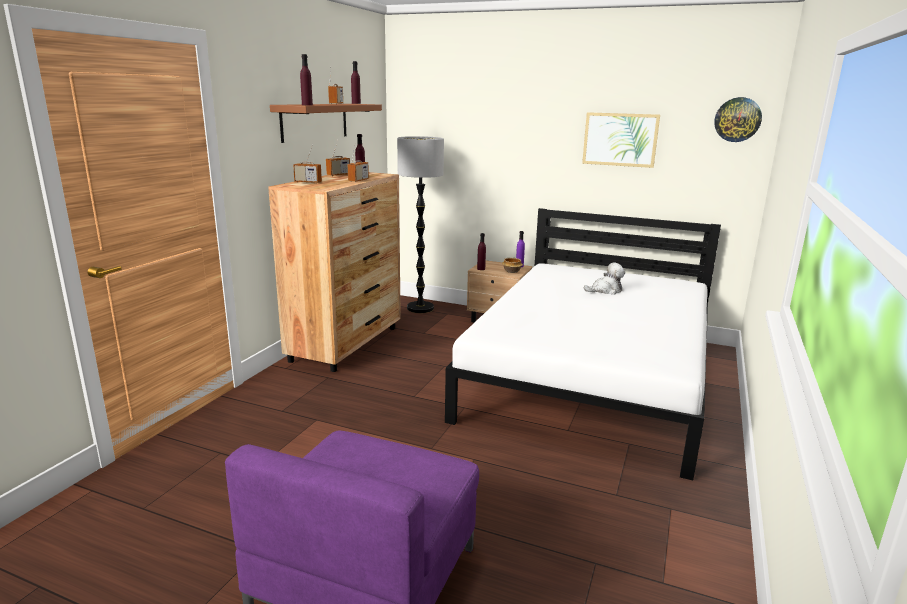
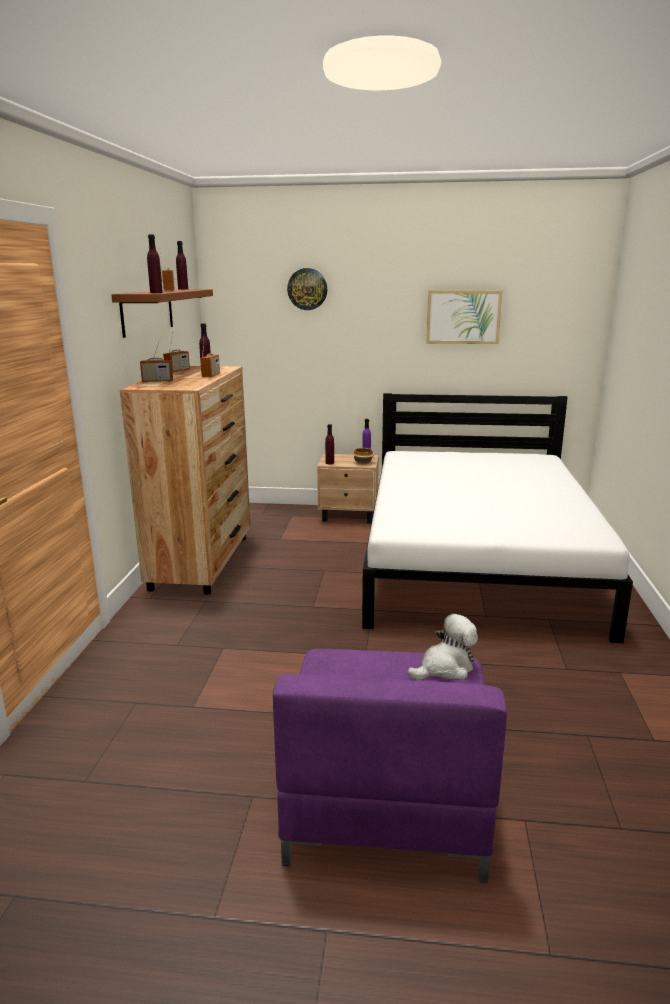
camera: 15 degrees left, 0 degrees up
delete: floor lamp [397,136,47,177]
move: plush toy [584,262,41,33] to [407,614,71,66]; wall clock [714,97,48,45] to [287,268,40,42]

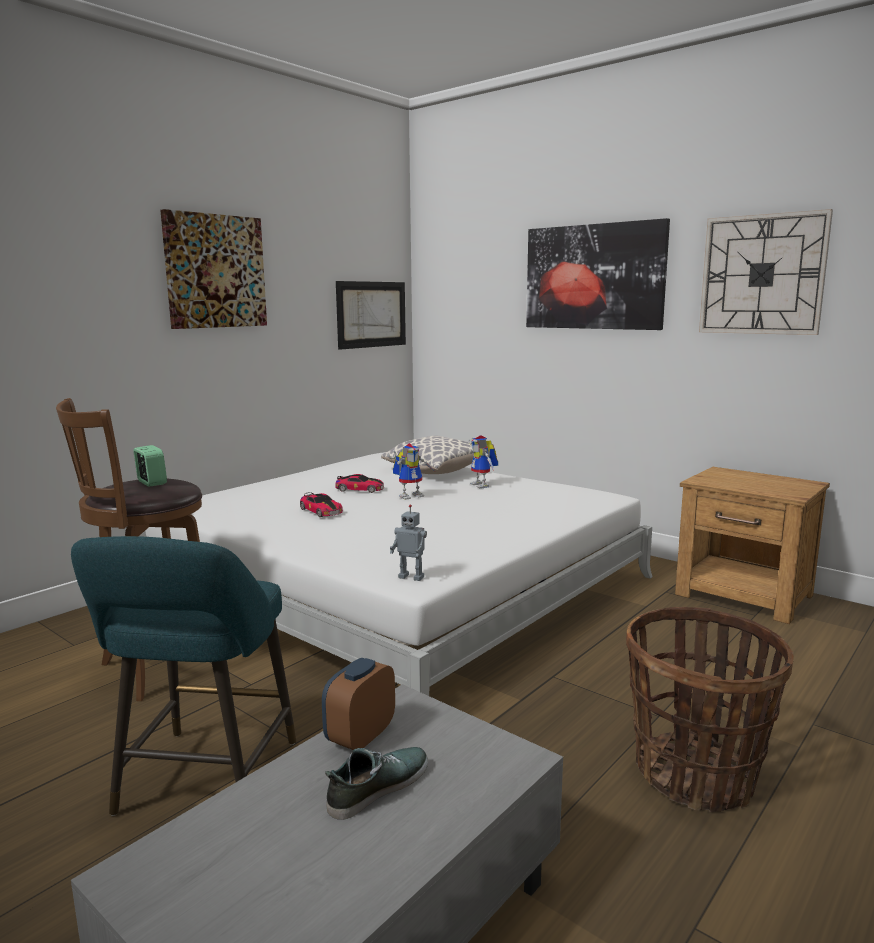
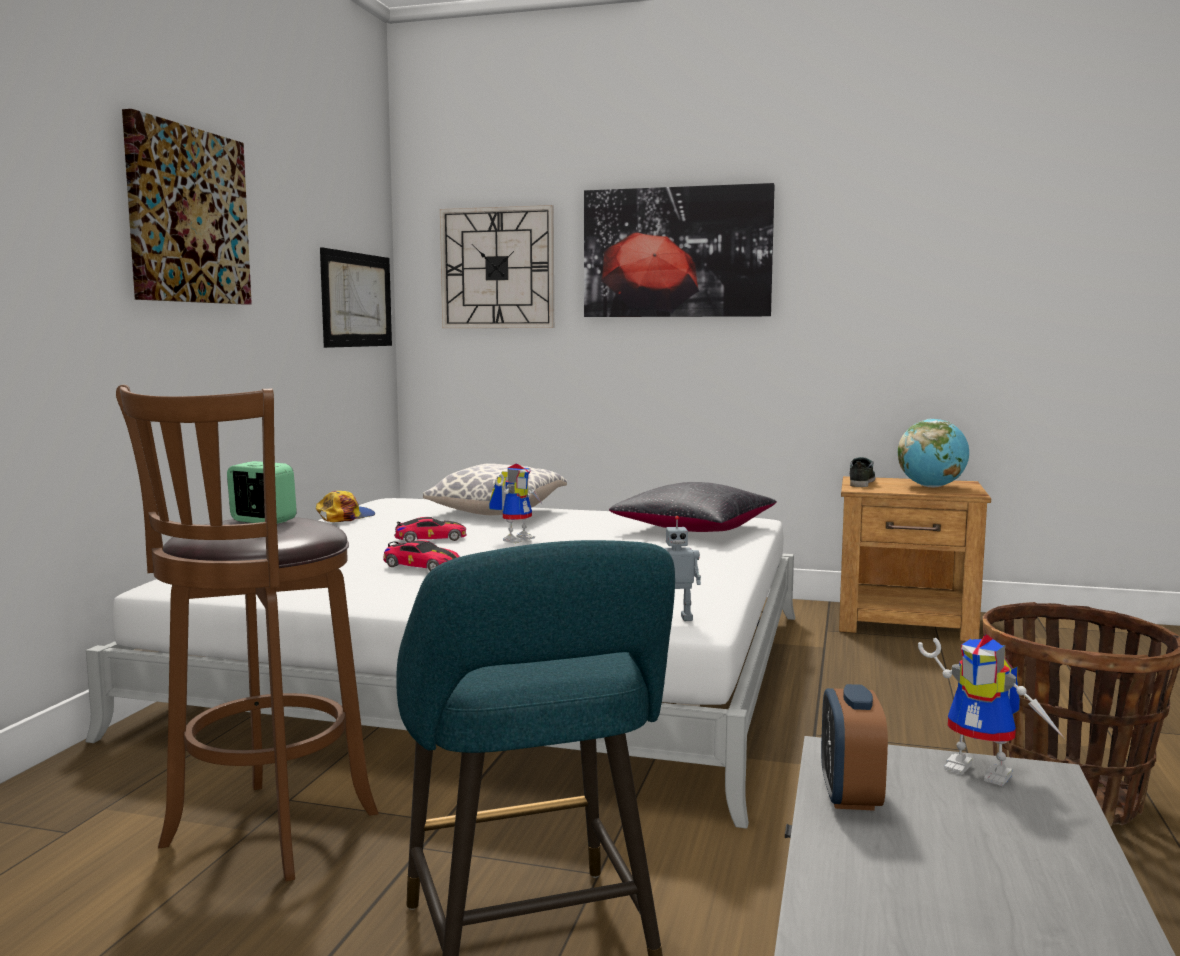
camera: 25 degrees left, 5 degrees down
insert: cap [316,491,59,31]; black pillow [609,482,168,50]; globe [898,419,71,68]
move: shoe [325,747,103,73] to [850,457,25,30]; toy robot [468,436,30,53] to [918,634,147,152]; wall clock [699,209,134,126] to [440,205,114,123]

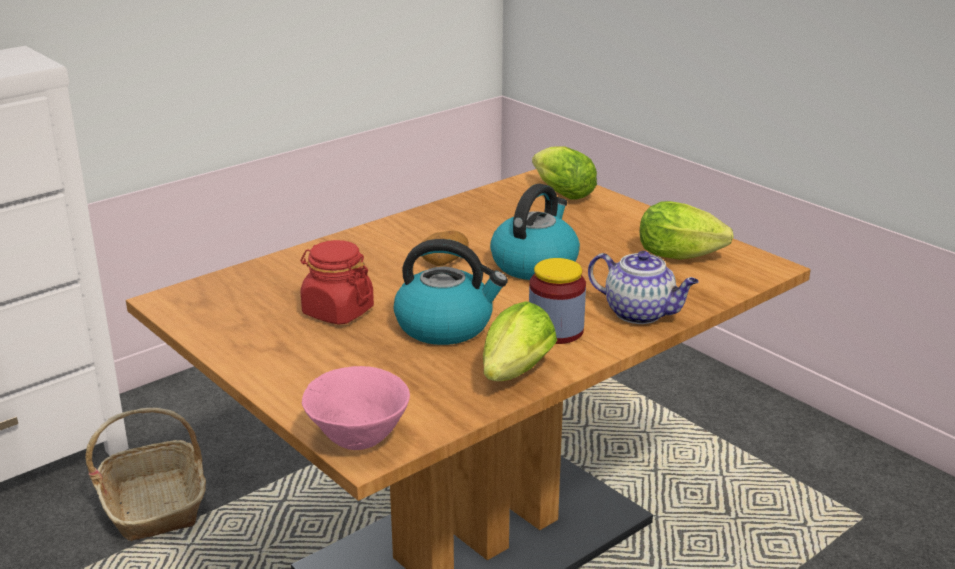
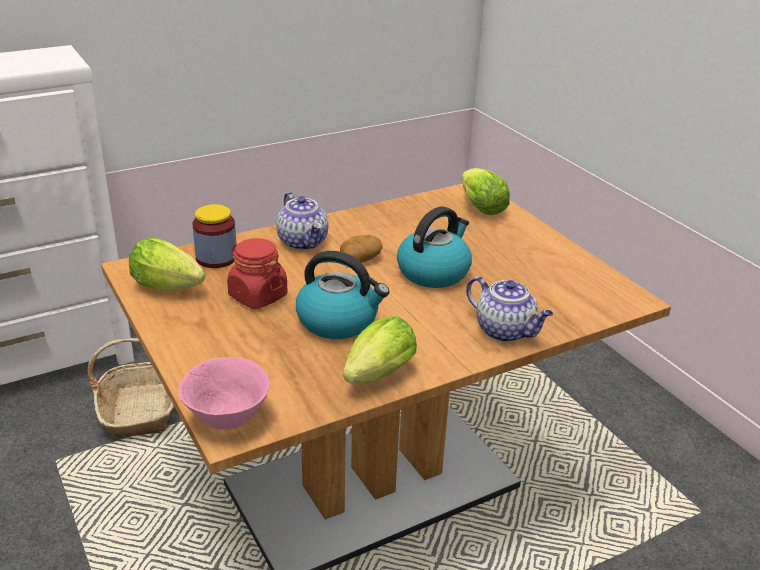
camera: 10 degrees right, 5 degrees up
insert: teapot [276,192,52,58]
move: jar [529,258,57,86] to [193,204,44,64]; lettuce [640,201,94,59] to [129,237,77,54]

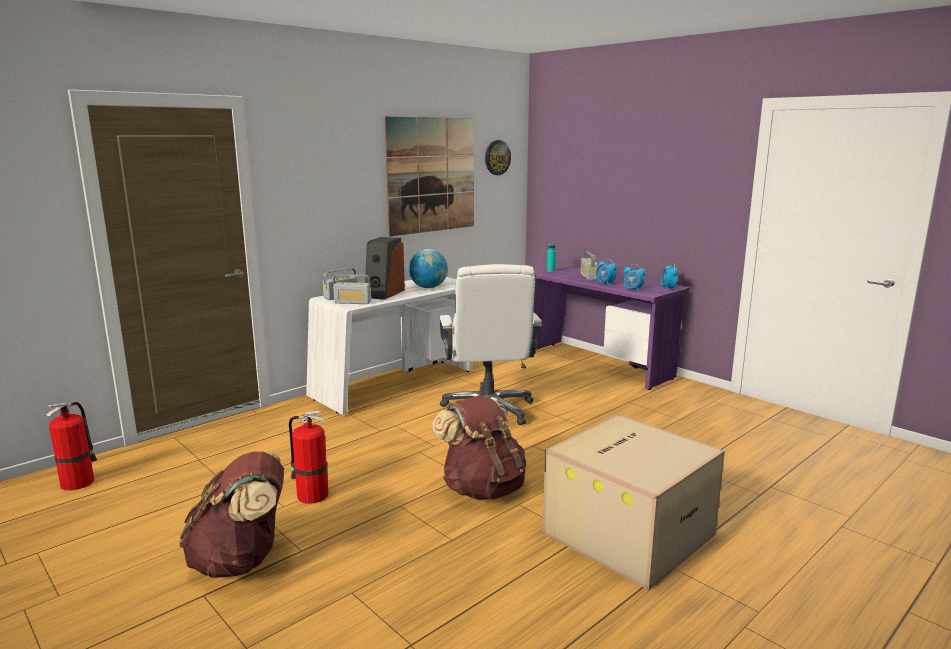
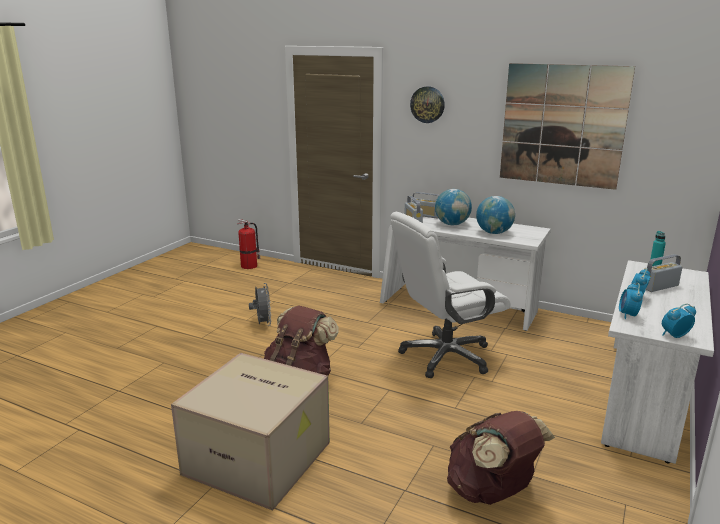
camera: 70 degrees right, 5 degrees up
move: brown backpack [179,451,105,127] to [447,411,108,94]; wall clock [485,140,26,35] to [410,86,35,37]
replace: fire extinguisher [289,410,40,94] to grey fan [249,283,22,43]; speaker [365,237,40,63] to globe [435,189,37,36]
recolor: purple desk [533,266,157,124] to white desk [601,260,113,204]

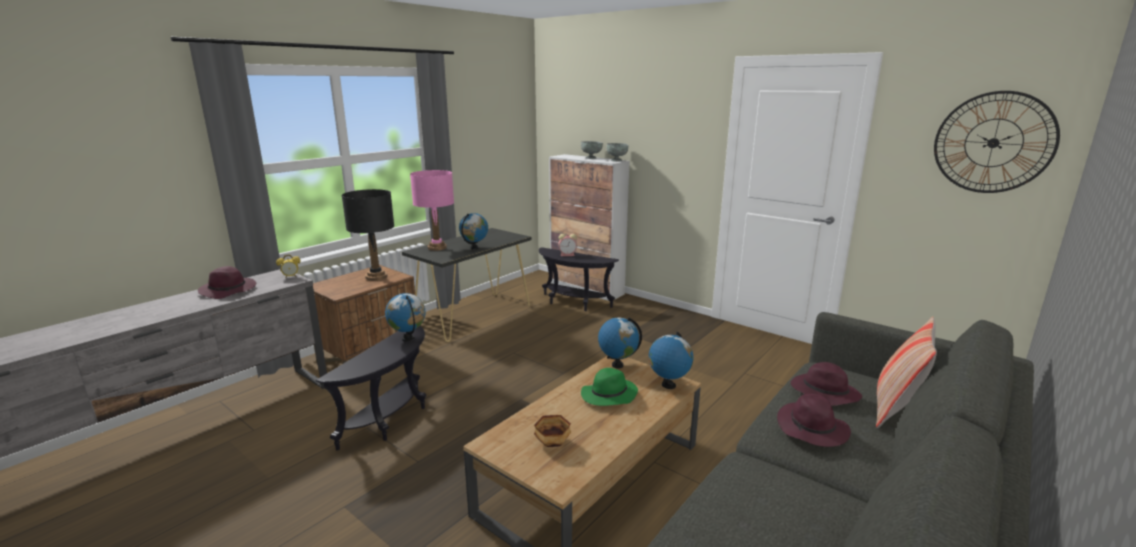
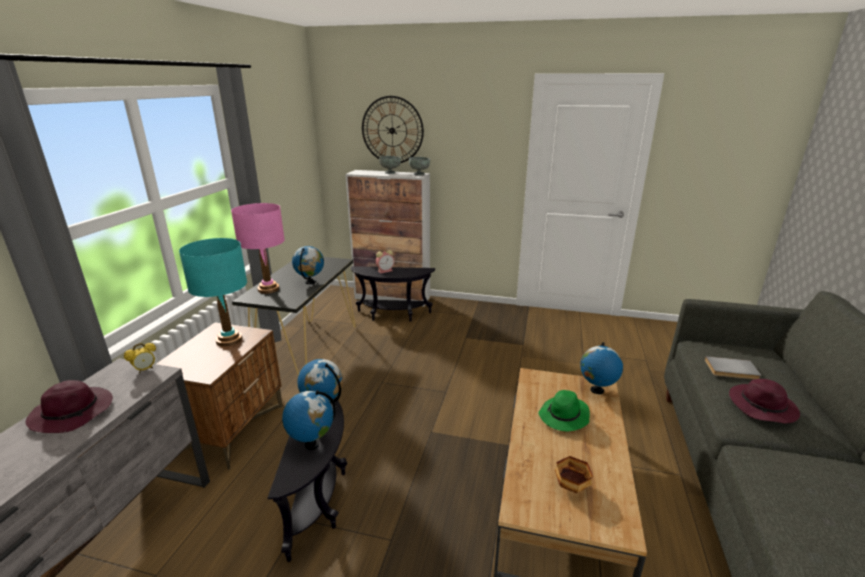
camera: 25 degrees left, 5 degrees up
delete: pillow [876,316,61,112]
move: globe [598,317,44,52] to [282,390,54,60]; wall clock [934,91,126,102] to [362,96,62,67]
replace: purple hat [791,362,71,44] to grey book [705,356,56,24]
recolor: black table lamp [342,189,52,92] to turquoise table lamp [179,238,68,109]

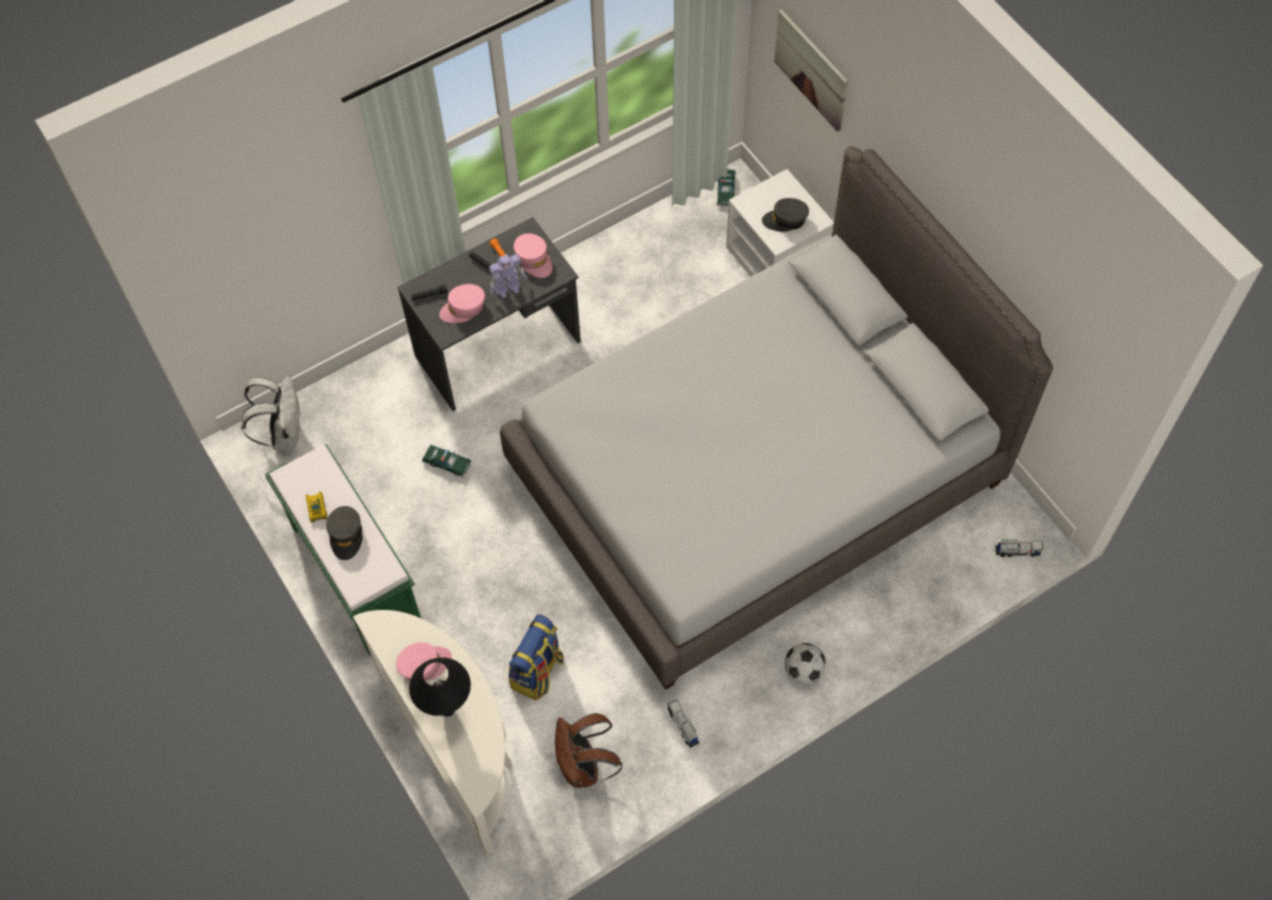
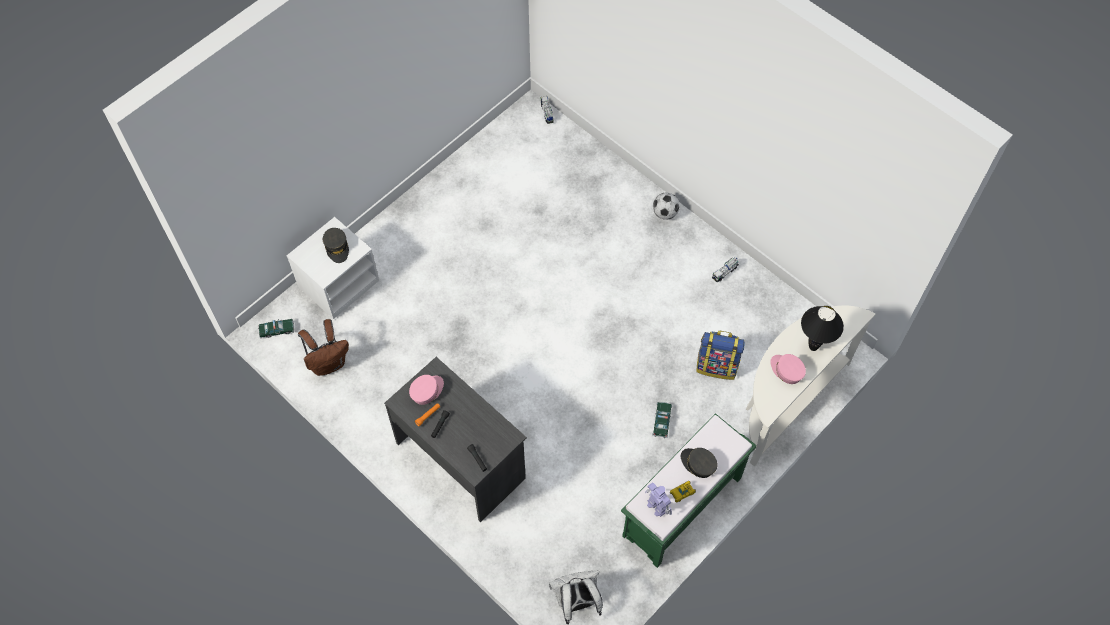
camera: 105 degrees left, 0 degrees up
delete: pink cap [439,284,46,39]; grey bed [500,146,553,544]; picture [774,9,74,123]
move: toy car [422,445,50,33] to [652,402,20,36]; toy robot [489,254,39,44] to [645,482,27,35]; brown backpack [555,713,67,75] to [298,319,51,57]
rotate: grey cap [326,506,37,54] = [681,448,37,30] 120 degrees counterclockwise

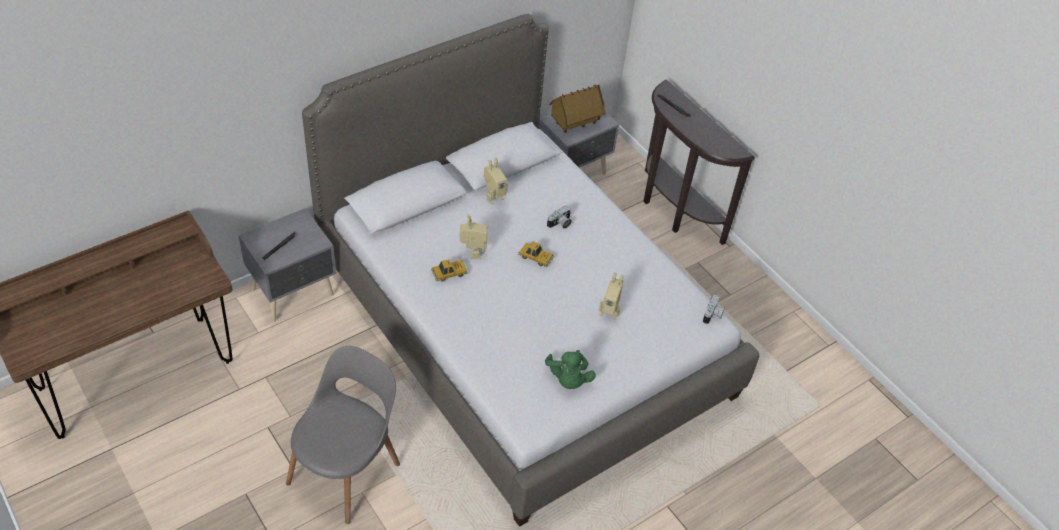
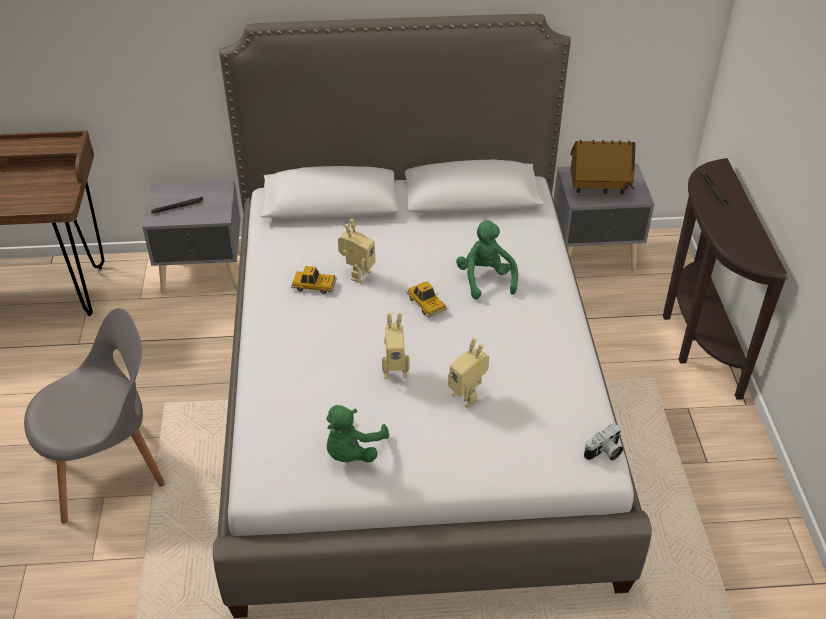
camera: 35 degrees right, 5 degrees down
move: toy robot [484,158,24,47] to [382,313,27,66]
replace: photo camera [547,205,25,24] to green plush toy [456,220,62,80]

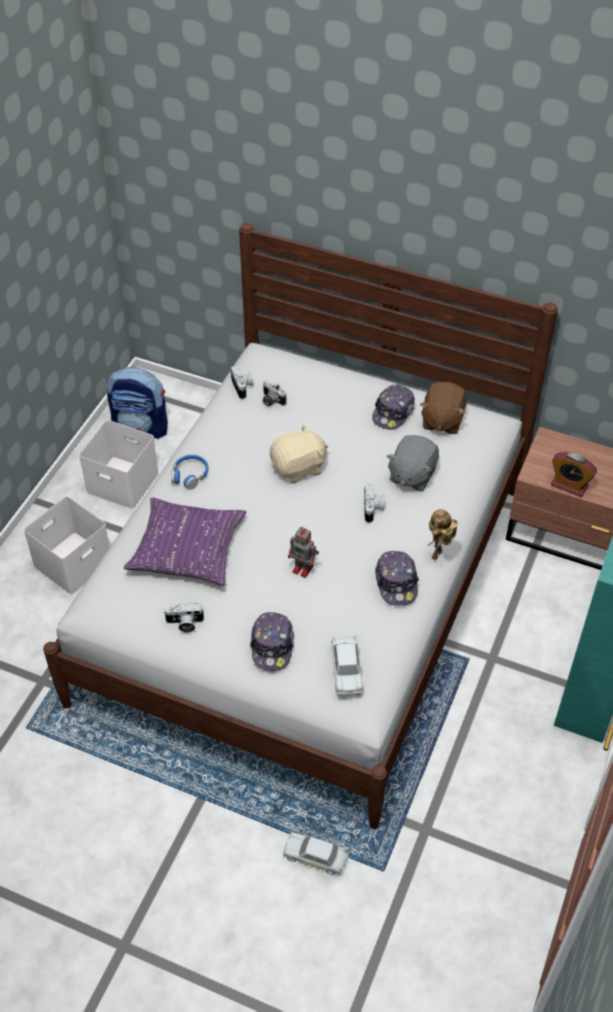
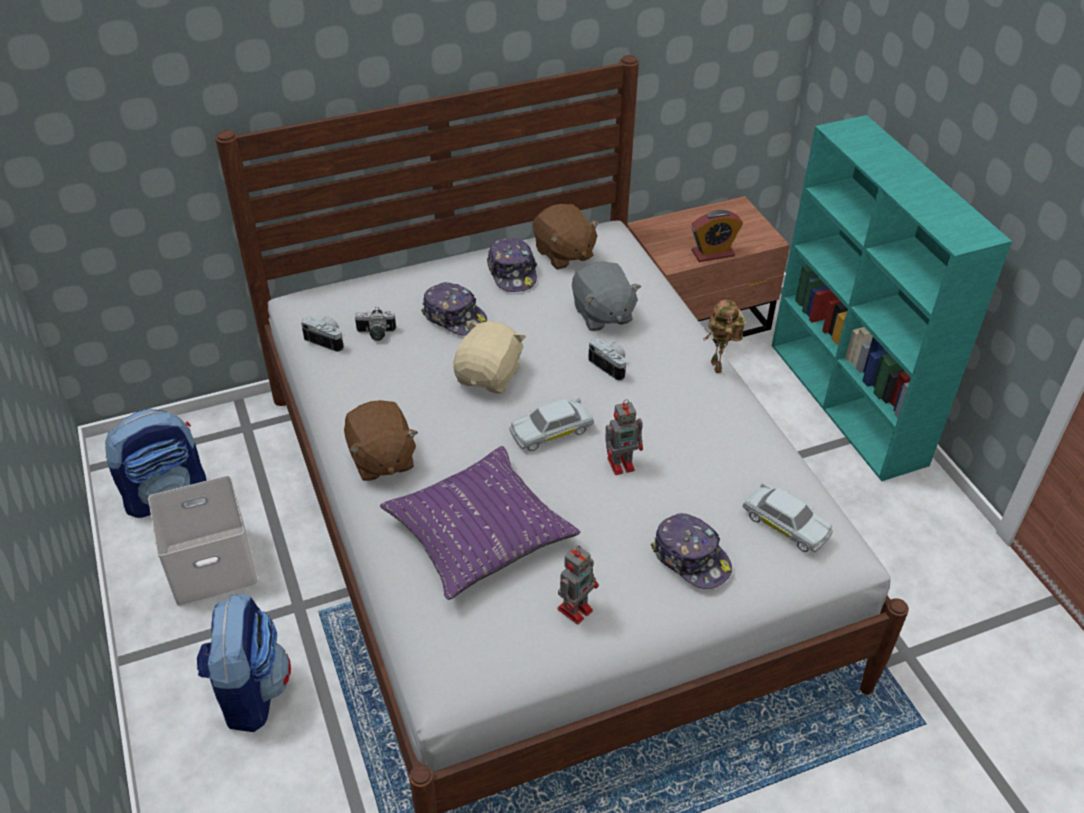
camera: 45 degrees left, 5 degrees down
move: white toy car [283,832,66,43] to [509,398,85,53]; cap [375,551,44,55] to [421,282,66,54]
replace: white storage box [24,496,86,99] to backpack [197,594,94,138]; photo camera [163,603,41,29] to toy robot [557,545,42,79]; blue headphones [171,455,38,35] to brown plush toy [344,400,74,81]

